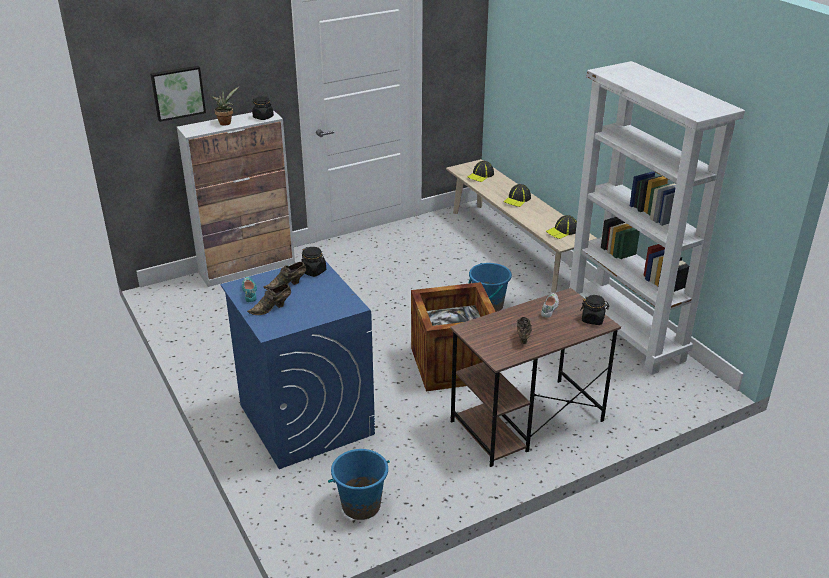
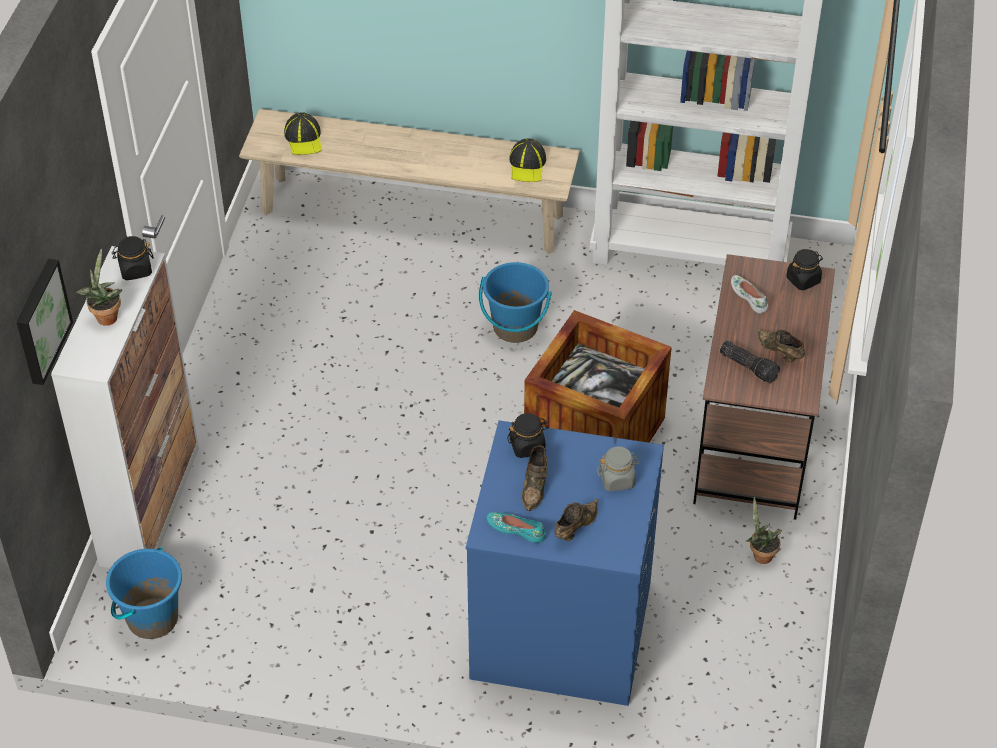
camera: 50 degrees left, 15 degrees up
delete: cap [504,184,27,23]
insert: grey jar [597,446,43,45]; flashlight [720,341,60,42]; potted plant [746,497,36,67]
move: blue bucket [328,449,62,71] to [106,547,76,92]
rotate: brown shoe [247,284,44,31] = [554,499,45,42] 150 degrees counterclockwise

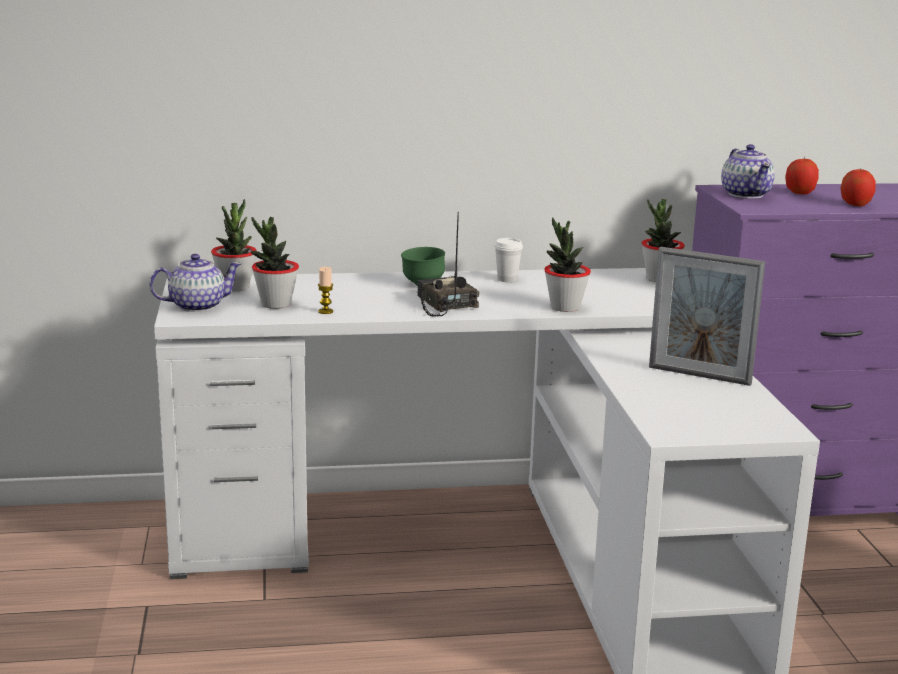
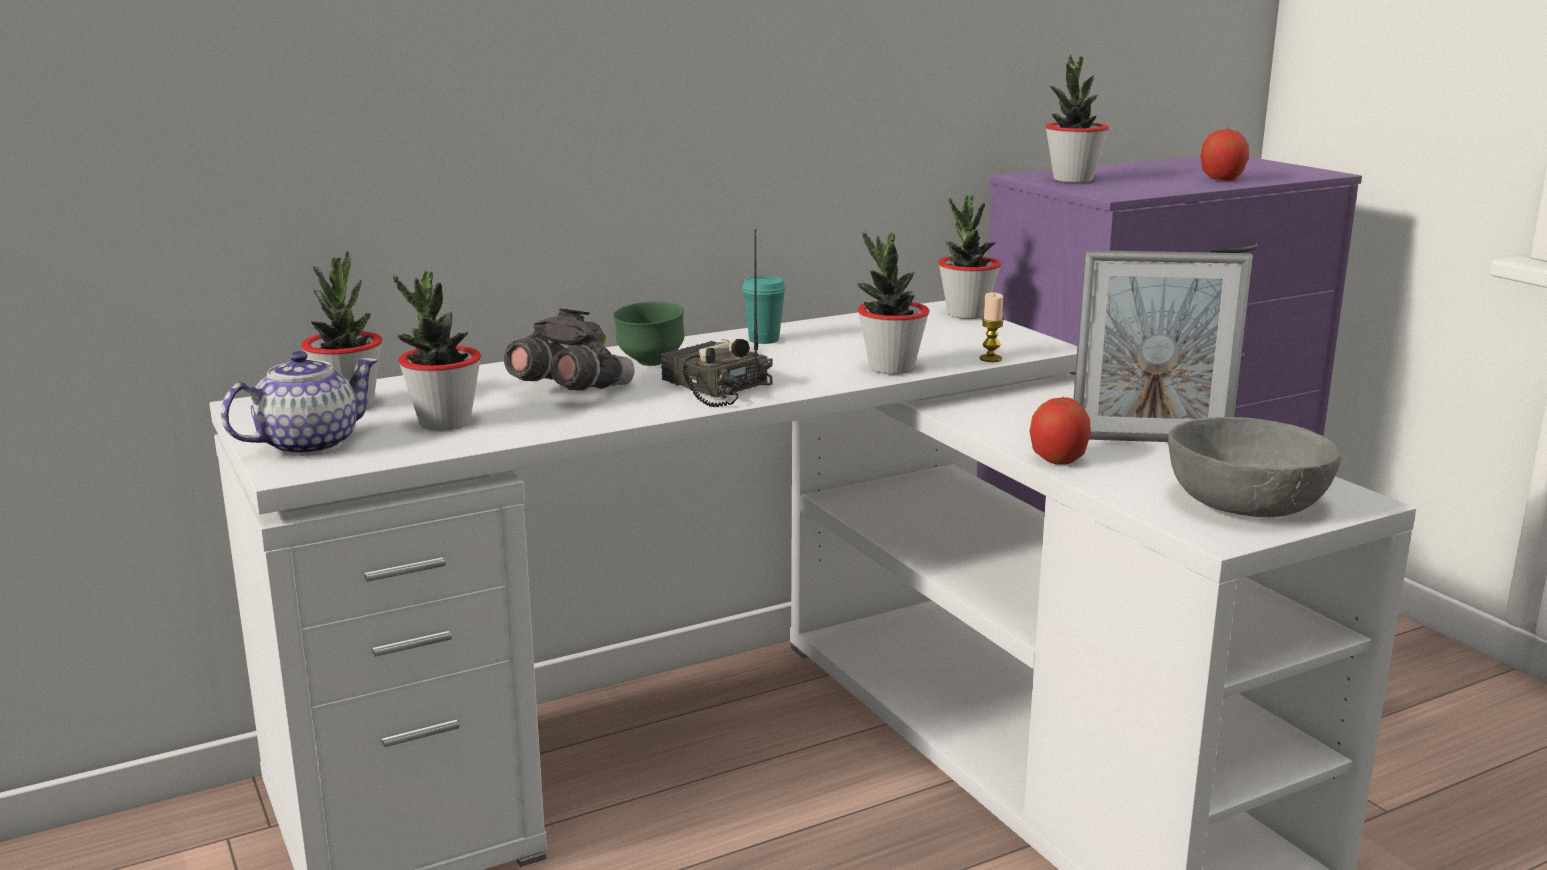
camera: 20 degrees left, 0 degrees up
insert: grey binoculars [504,308,131,83]; grey bowl [1168,417,173,100]
move: candle [318,267,15,47] to [980,292,24,70]; apple [785,157,34,37] to [1030,396,61,69]
replace: teapot [721,144,54,55] to potted plant [1045,54,64,129]
recolor: white cup [494,238,29,44] to turquoise cup [742,276,44,68]

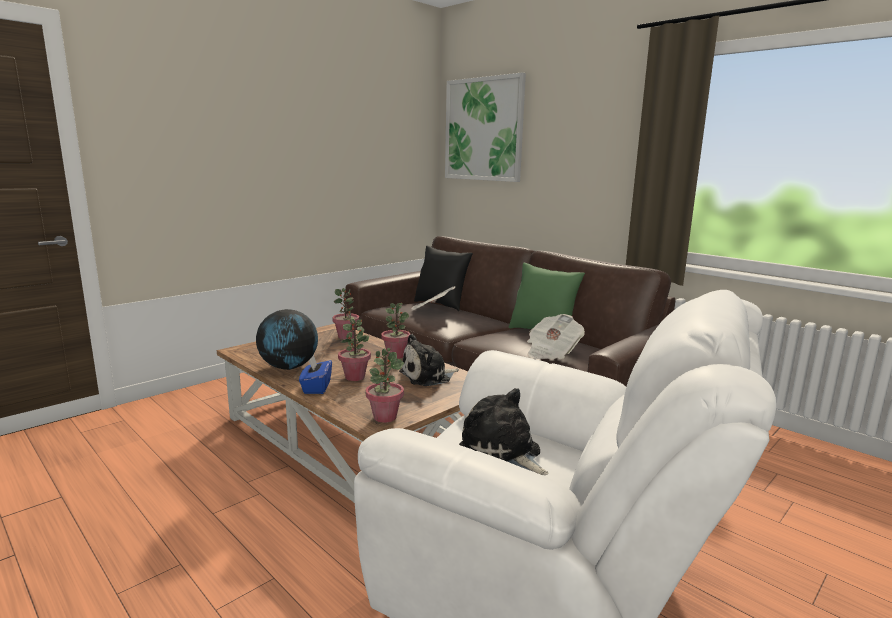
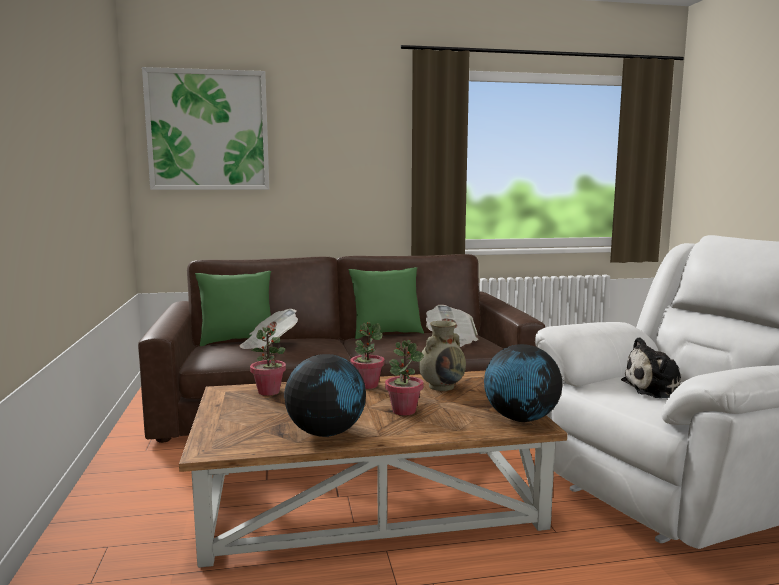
camera: 55 degrees left, 5 degrees down
delete: blue tissue box [299,354,33,40]
replace: potted plant [366,348,38,75] to globe [484,344,78,78]; plush toy [399,334,60,52] to beige vase [419,321,47,70]
recolor: black pillow [414,246,59,65] to green pillow [195,271,76,75]

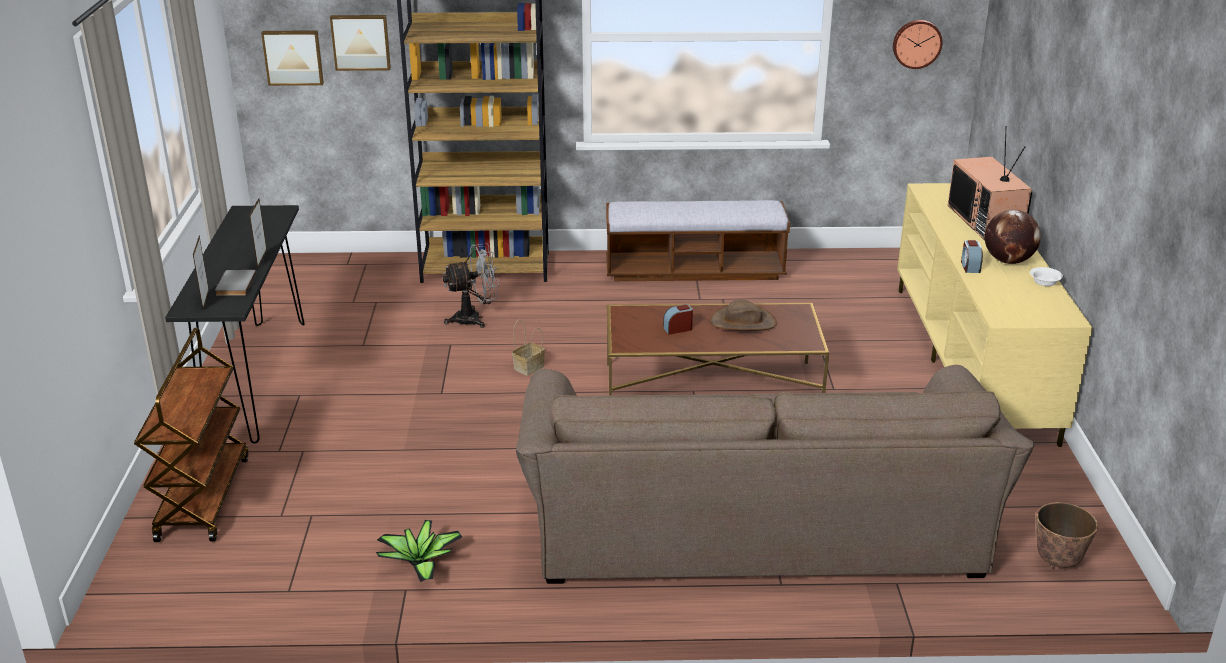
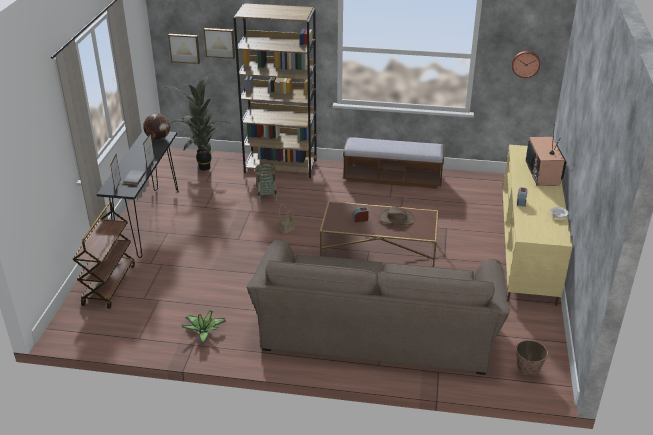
camera: 10 degrees right, 5 degrees up
insert: potted plant [167,76,63,95]
move: globe [985,210,56,54] to [143,113,27,27]
replace: grey fan [443,243,56,85] to basket [255,163,22,40]

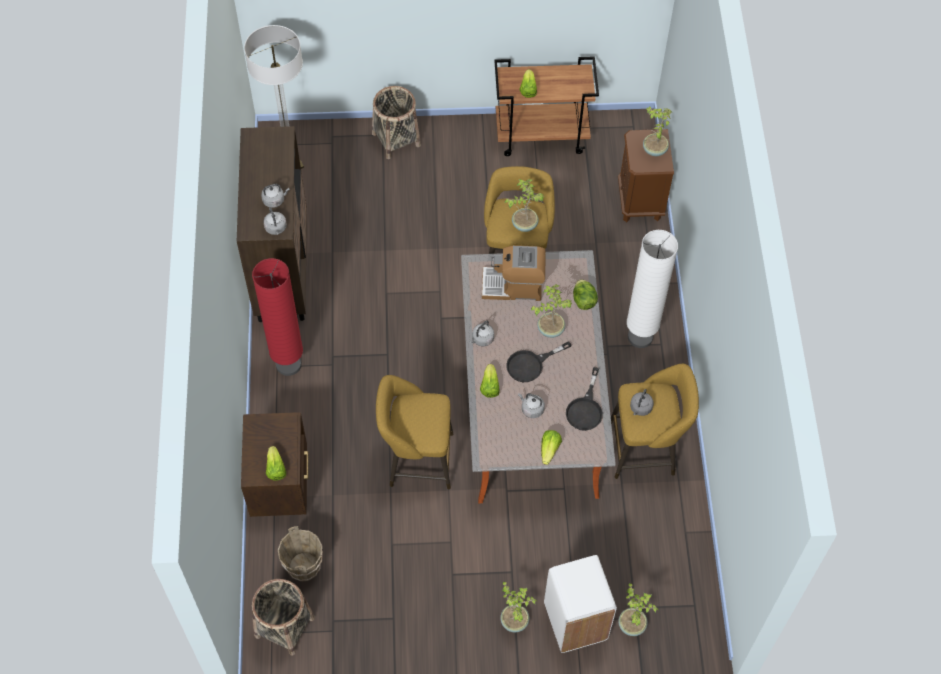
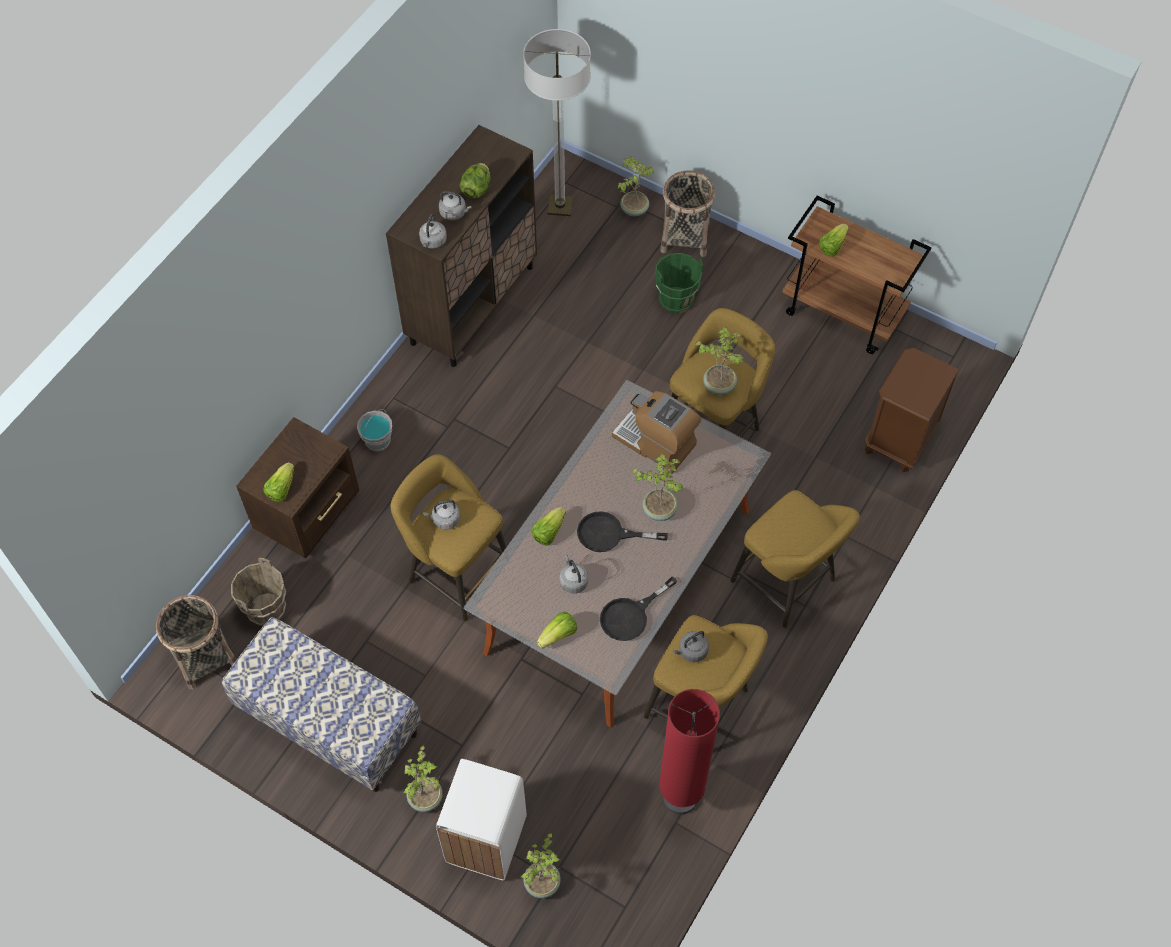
camera: 35 degrees right, 0 degrees up
insert: bench [222,617,199,175]; grey bucket [357,409,35,42]; green bucket [656,253,47,61]
move: red floor lamp [252,258,51,118] to [659,689,61,125]; grey kettle [469,320,25,26] to [423,500,38,30]; lettuce [573,279,25,31] to [460,163,31,35]; potted plant [643,107,29,49] to [618,156,37,60]
replace: white floor lamp [627,230,51,118] to yellow stool [731,490,129,138]

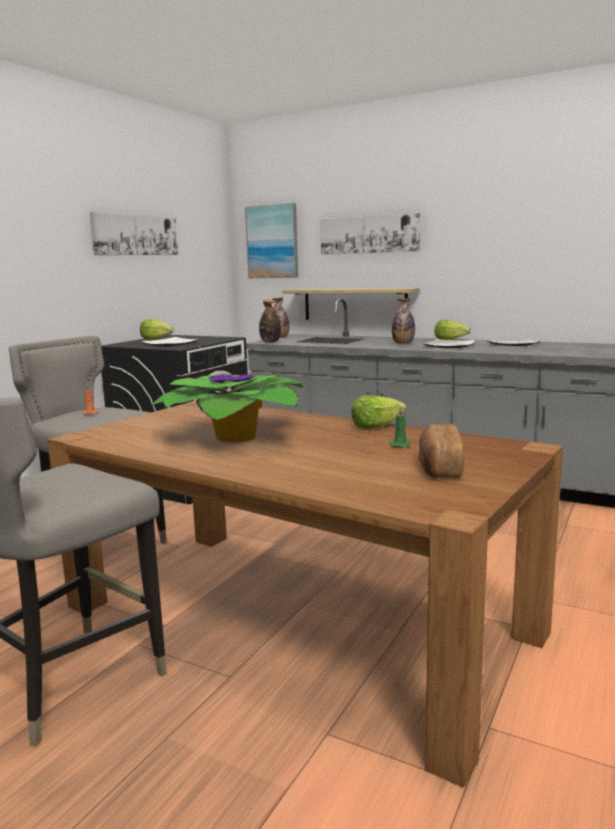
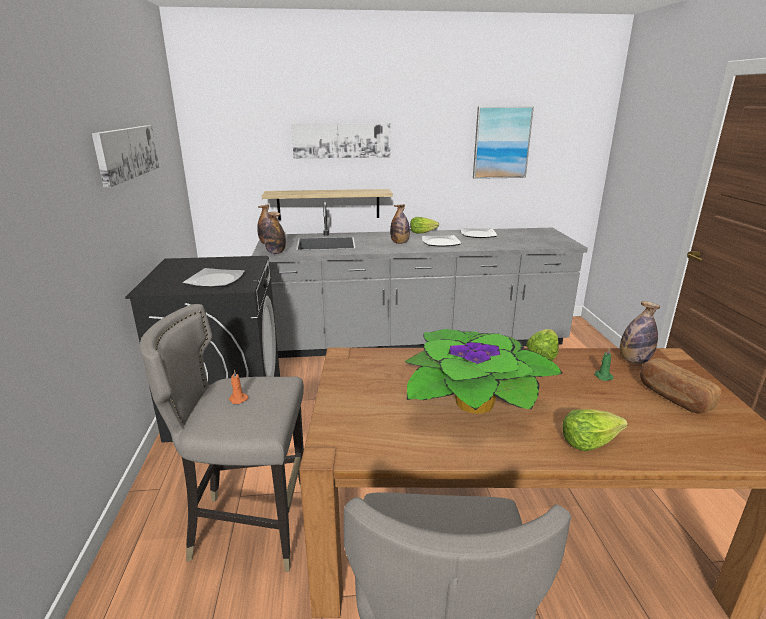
camera: 35 degrees left, 10 degrees up
insert: bottle [620,301,41,63]
move: lettuce [140,319,34,20] to [563,409,65,42]; picture [245,203,53,75] to [473,106,61,73]

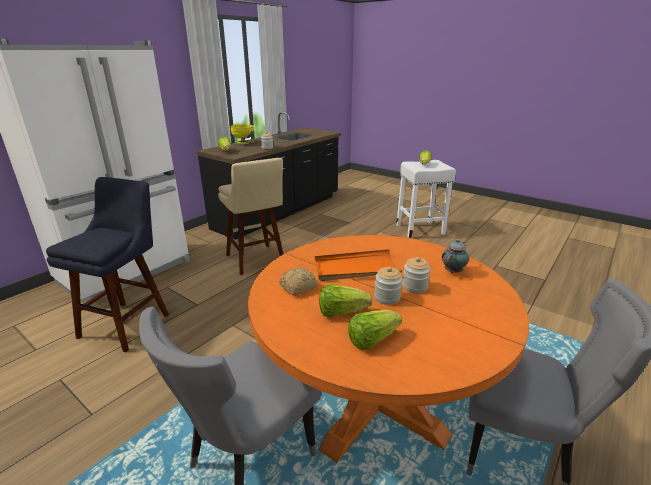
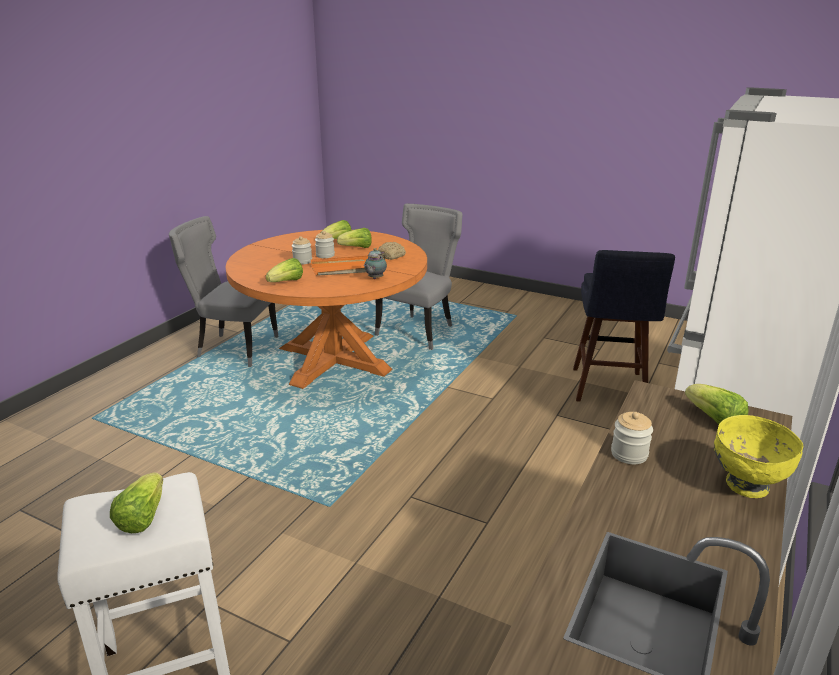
camera: 170 degrees right, 0 degrees up
delete: beige stool [218,158,65,117]
insert: lettuce [266,258,37,24]
move: teapot [442,239,27,34] to [364,248,23,31]

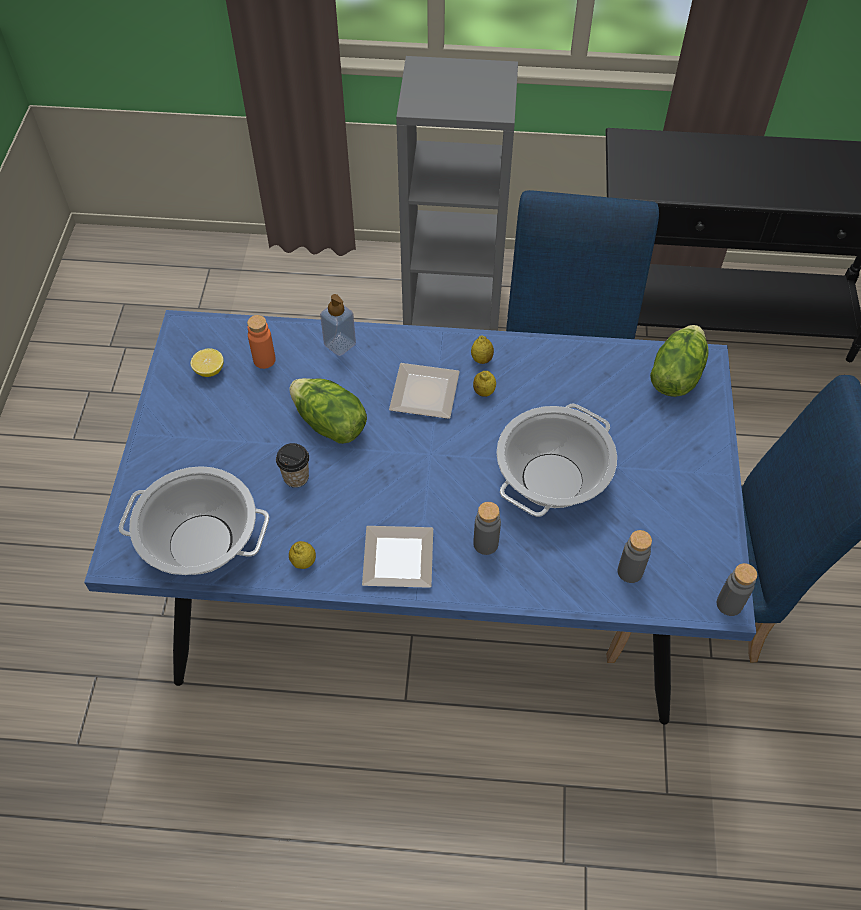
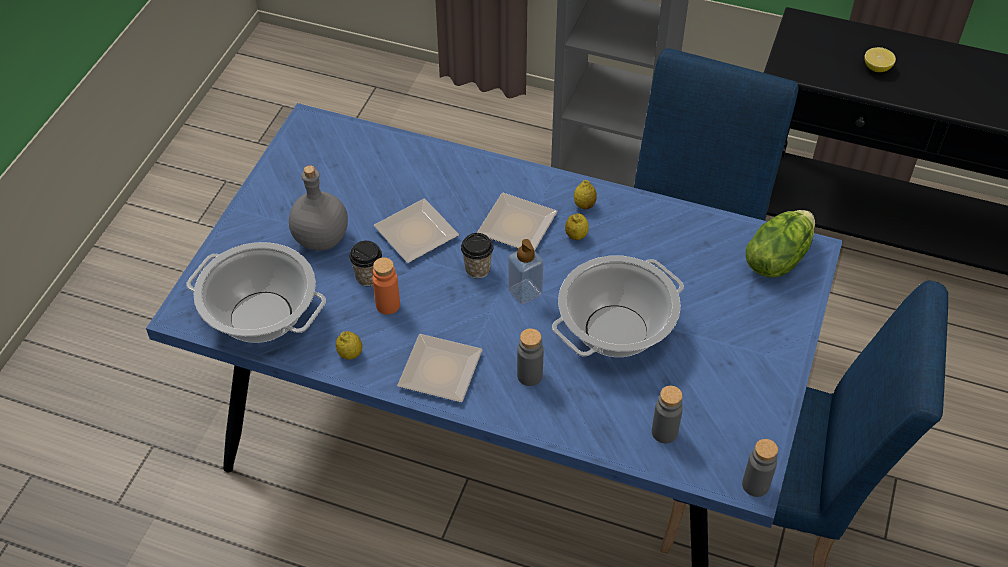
camera: 15 degrees right, 5 degrees down
insert: grey bottle [289,165,59,86]; cup [461,233,32,46]
move: lemon [191,348,33,29] to [864,47,32,25]; orange bottle [247,315,29,54] to [372,257,28,58]; soap dispenser [320,294,36,62] to [508,239,35,65]
replace: lettuce [289,378,78,66] to plate [374,199,85,64]

